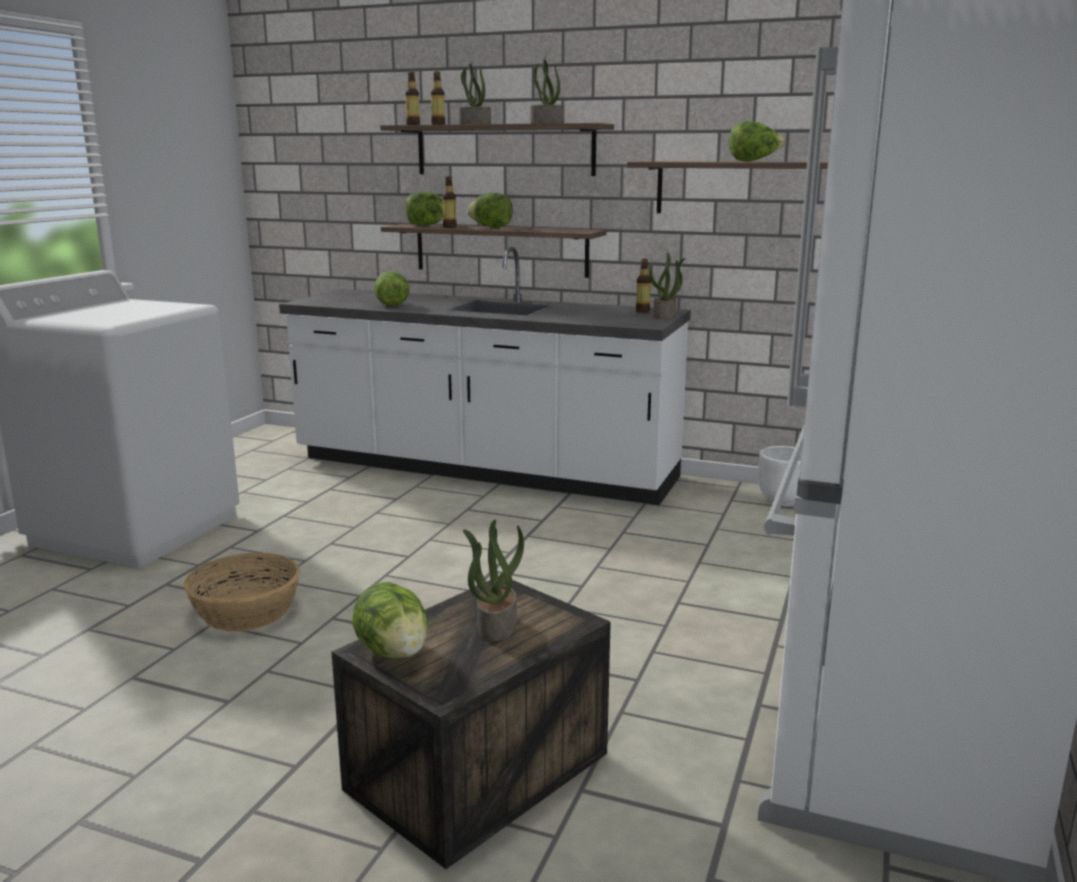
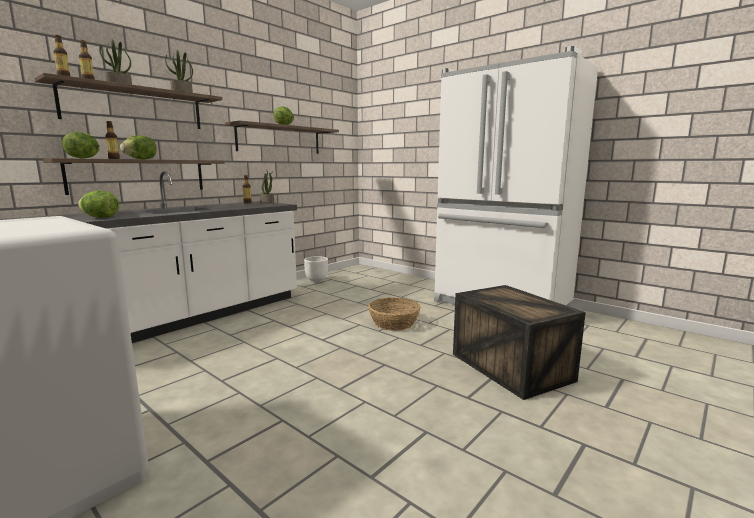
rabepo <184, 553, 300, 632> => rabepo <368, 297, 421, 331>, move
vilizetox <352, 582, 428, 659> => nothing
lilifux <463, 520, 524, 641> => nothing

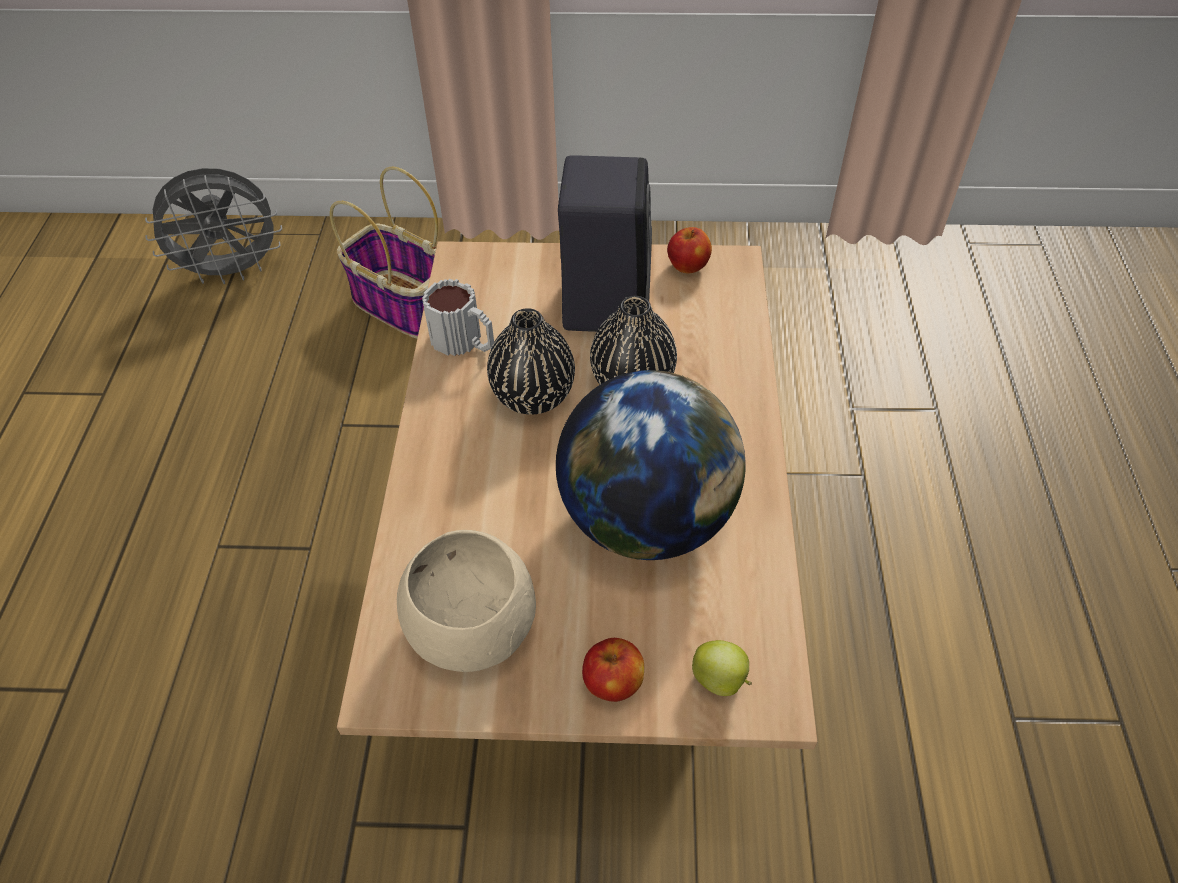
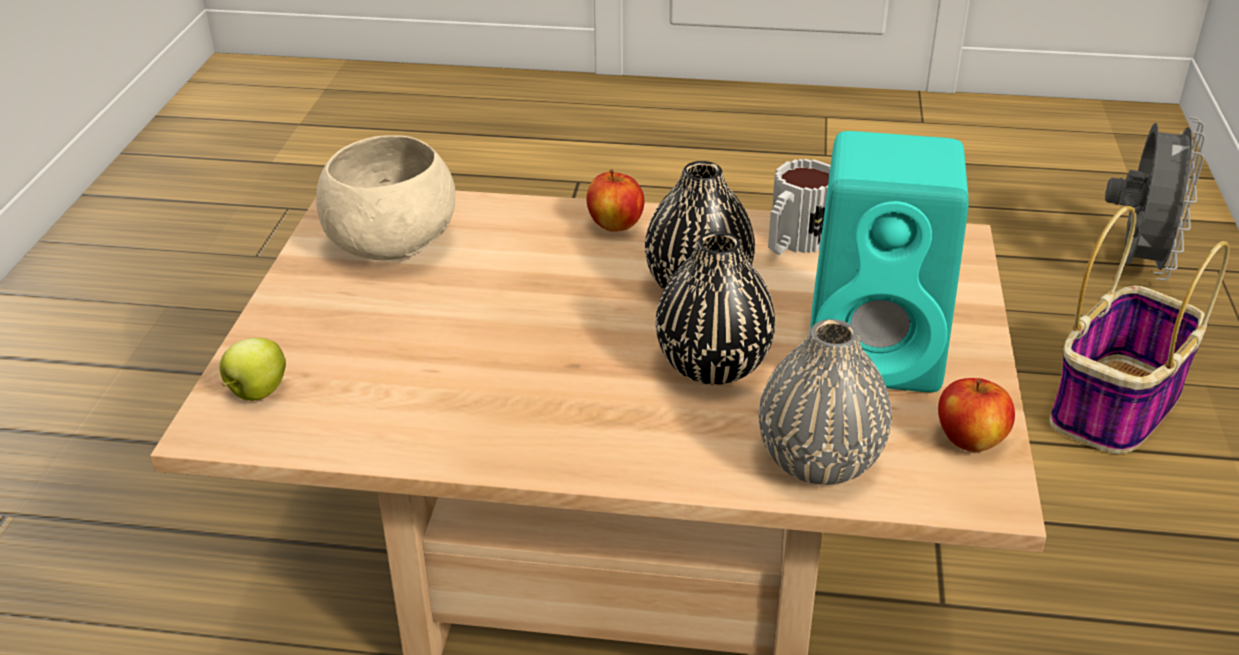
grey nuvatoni <145, 168, 282, 285> => grey nuvatoni <1105, 117, 1205, 281>, 150 degrees counterclockwise
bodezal <556, 370, 746, 560> => nothing
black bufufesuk <558, 155, 652, 332> => turquoise bufufesuk <810, 131, 969, 392>
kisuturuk <582, 638, 644, 702> => kisuturuk <586, 169, 644, 232>, move
nothing => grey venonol <759, 319, 892, 485>

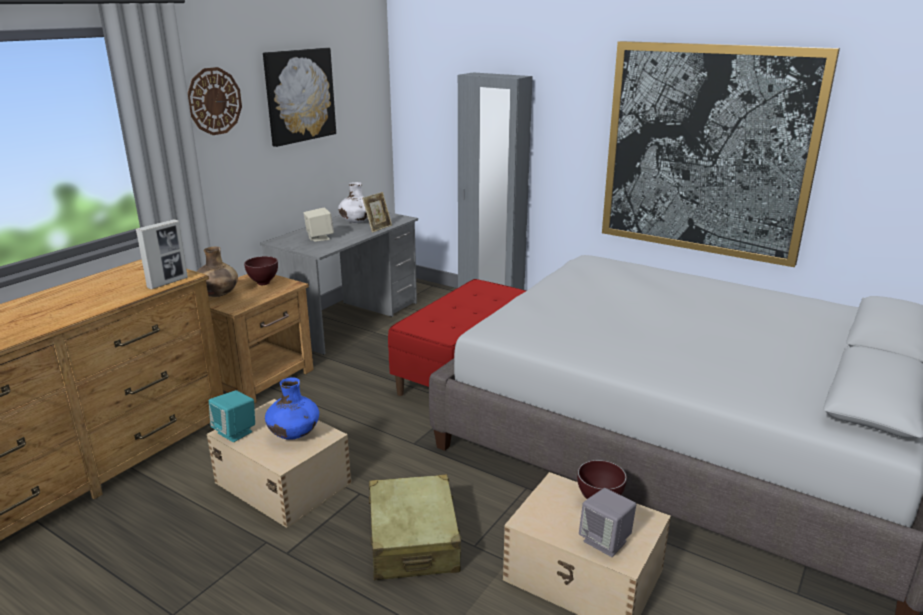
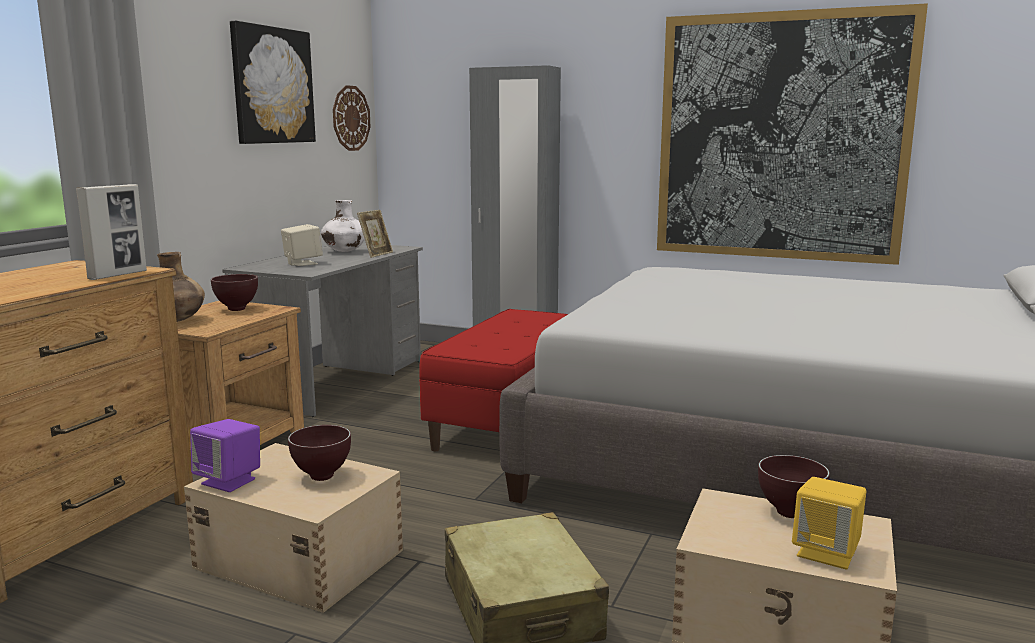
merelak <188, 67, 242, 135> => merelak <333, 85, 371, 151>, move
turquoise bufufesuk <209, 390, 255, 442> => purple bufufesuk <190, 419, 260, 492>
blue venonol <265, 378, 319, 440> => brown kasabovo <288, 425, 351, 481>
grey bufufesuk <579, 488, 636, 557> => yellow bufufesuk <792, 477, 866, 570>

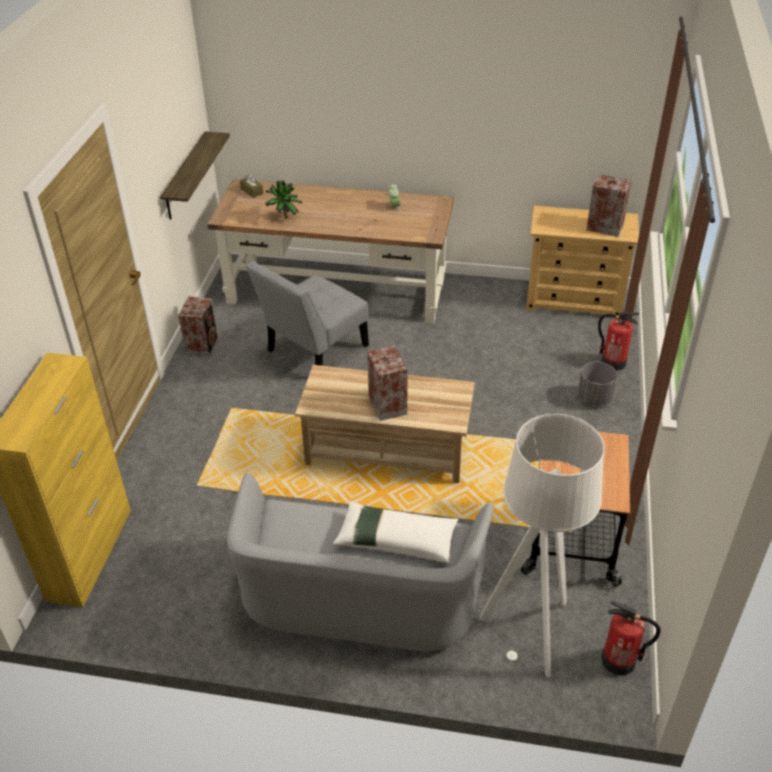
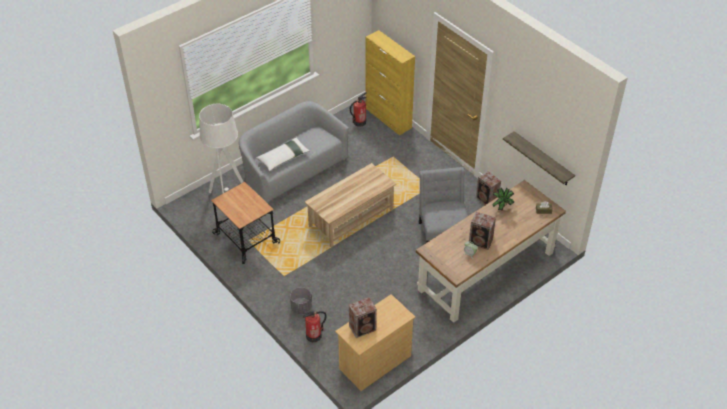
bufufesuk <367, 346, 408, 421> => bufufesuk <469, 212, 496, 250>, move
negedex <601, 600, 660, 675> => negedex <350, 92, 366, 127>, move

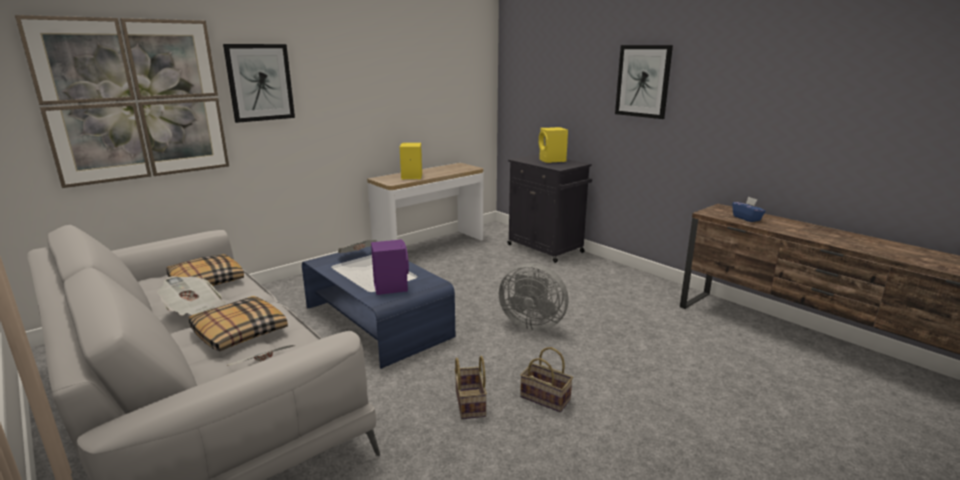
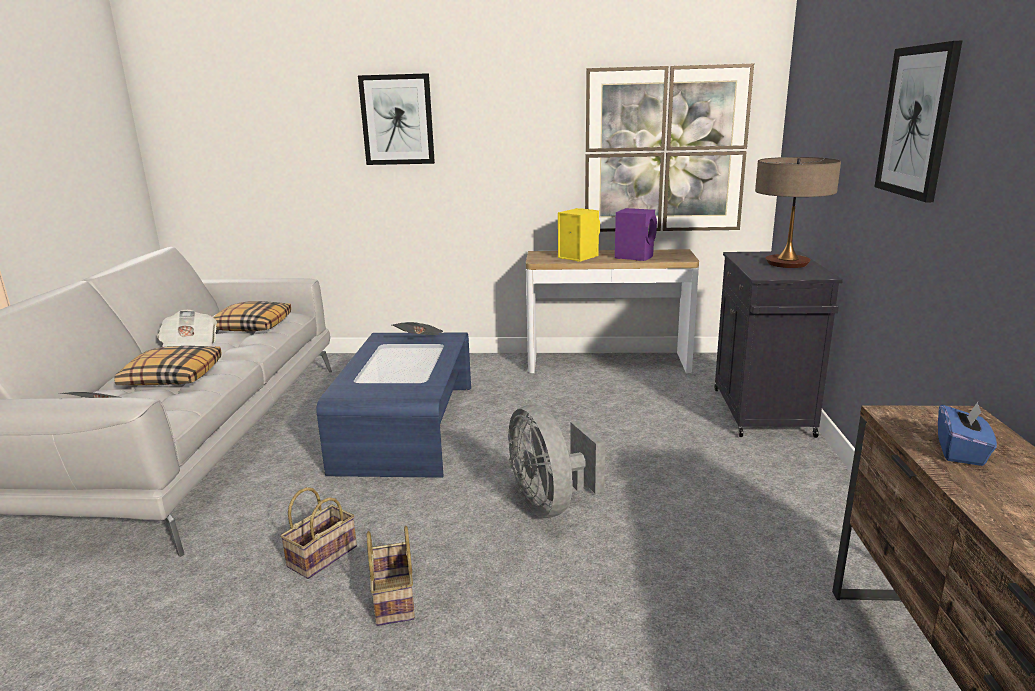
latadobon <15, 15, 229, 188> => latadobon <585, 64, 754, 232>, move
purple bufufesuk <371, 239, 409, 295> => purple bufufesuk <615, 208, 657, 261>, move
yellow bufufesuk <539, 127, 568, 163> => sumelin <755, 157, 841, 268>

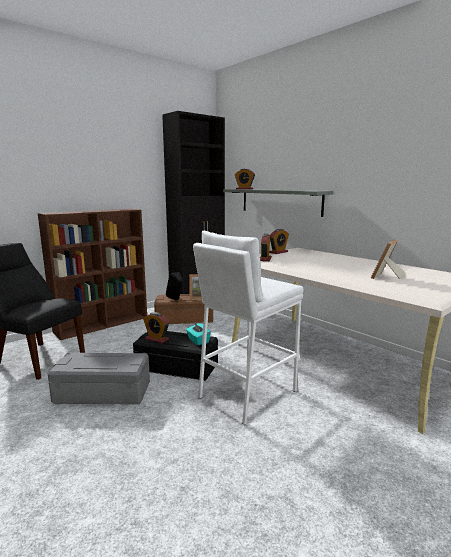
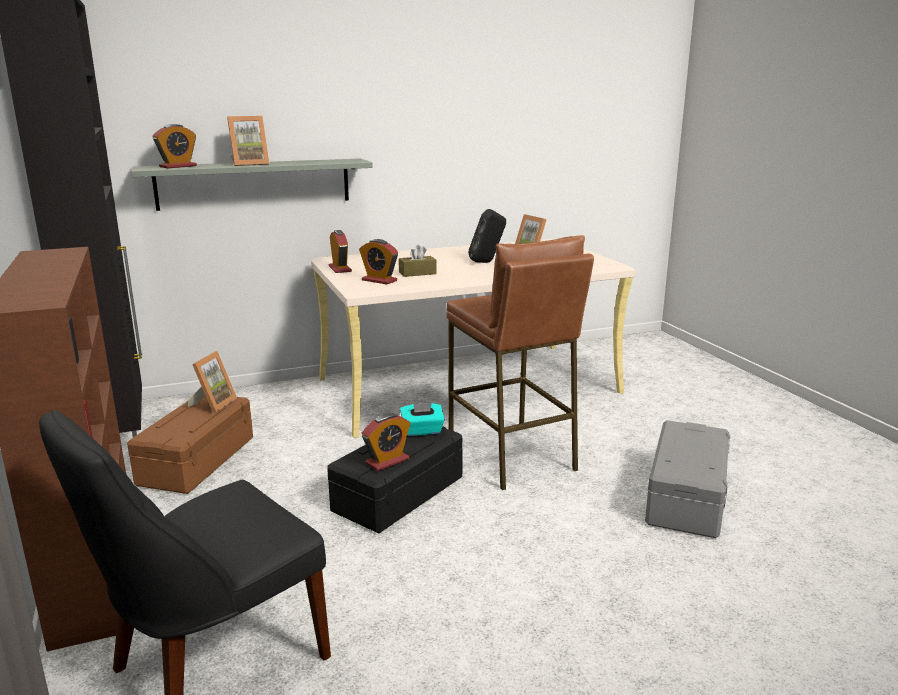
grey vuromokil <48, 353, 150, 405> => grey vuromokil <645, 420, 730, 538>, move
black bufufesuk <166, 272, 183, 301> => black bufufesuk <468, 209, 506, 263>, move
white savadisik <193, 231, 303, 425> => brown savadisik <446, 235, 594, 490>
nothing => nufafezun <227, 116, 270, 166>
nothing => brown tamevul <399, 245, 436, 277>

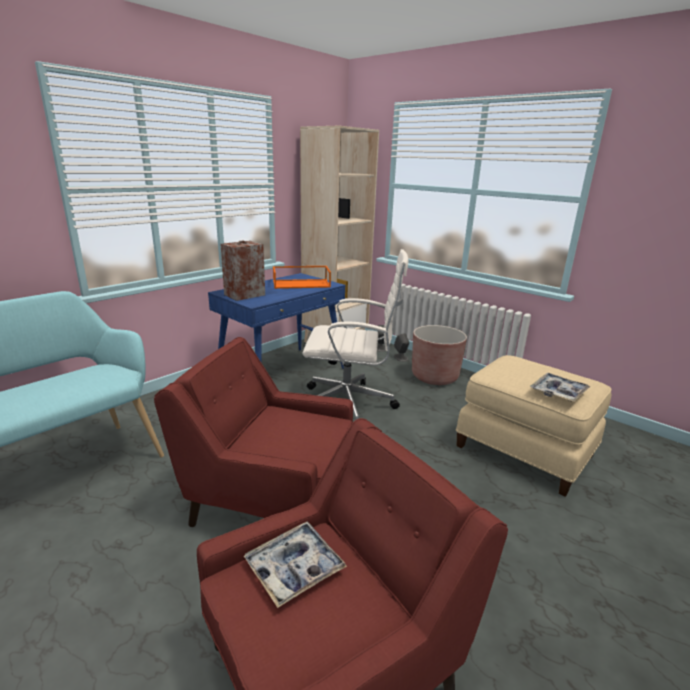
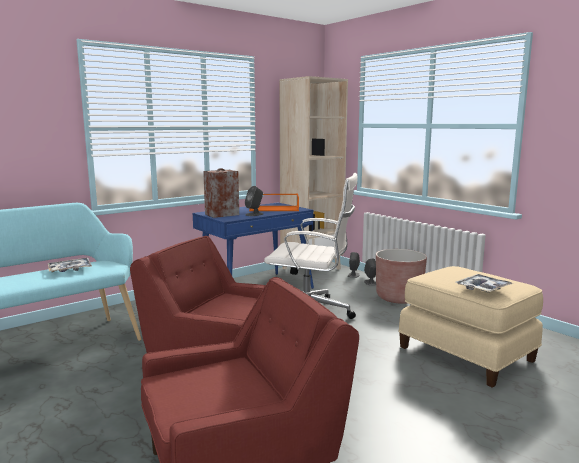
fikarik <244, 522, 347, 608> => fikarik <48, 258, 92, 272>, move
nothing => grey bufufesuk <245, 186, 263, 216>

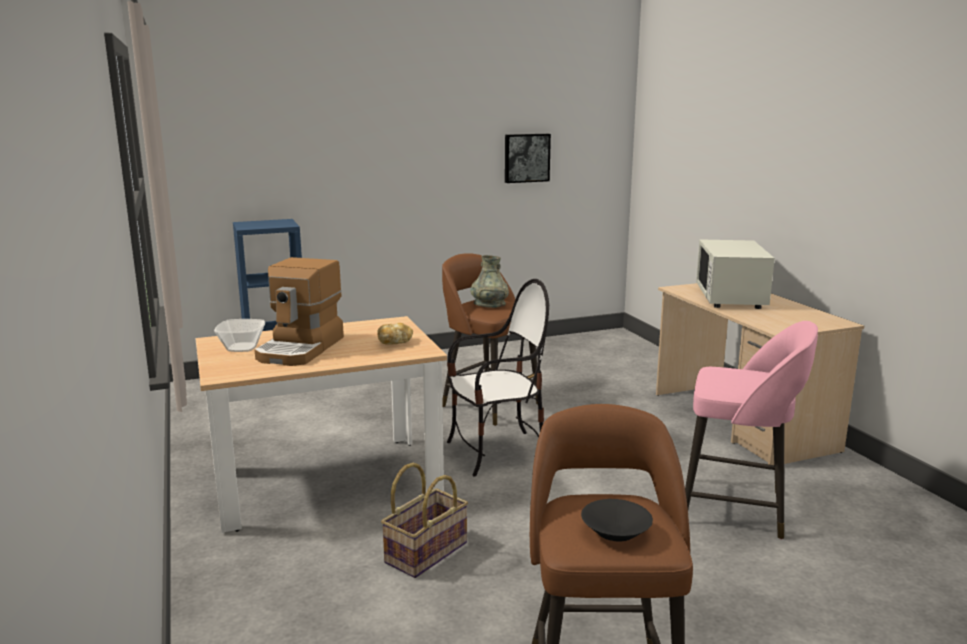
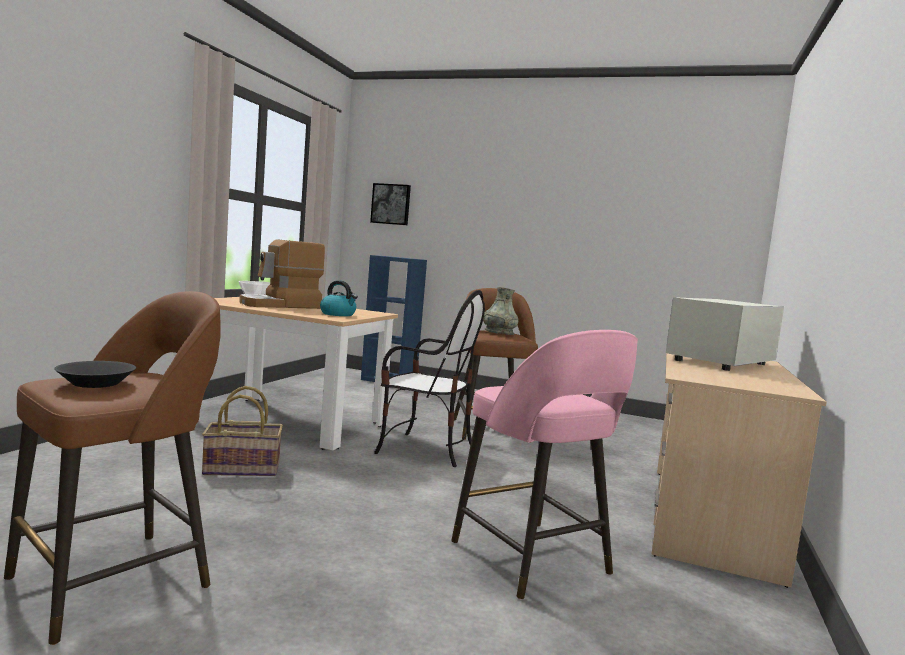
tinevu <377, 323, 413, 345> => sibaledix <320, 280, 358, 316>
latadobon <505, 134, 551, 183> => latadobon <370, 183, 411, 225>, move

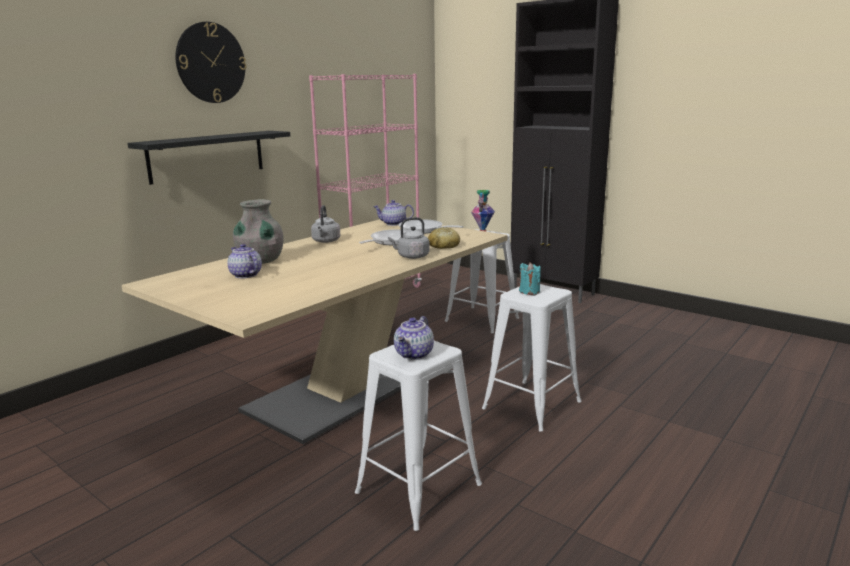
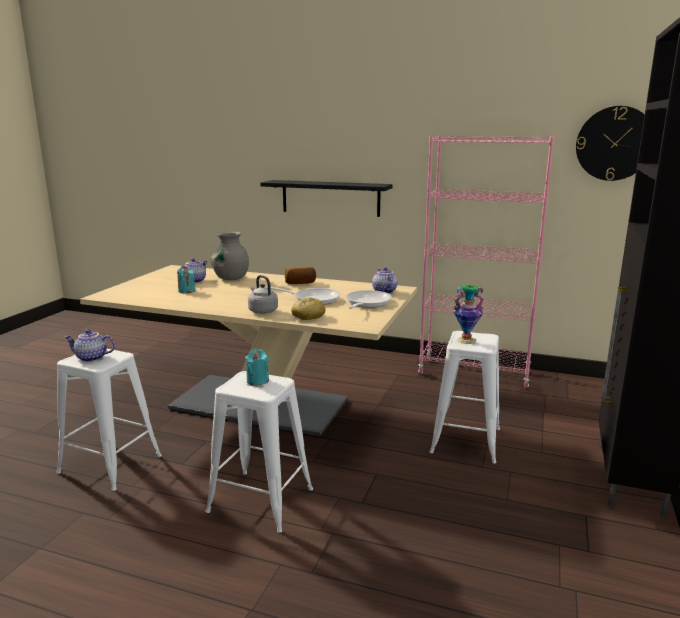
merelak <176, 22, 246, 103> => merelak <576, 106, 645, 181>, move
grey sibaledix <311, 205, 341, 243> => tinevu <285, 267, 316, 284>
nothing => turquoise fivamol <177, 268, 195, 293>

